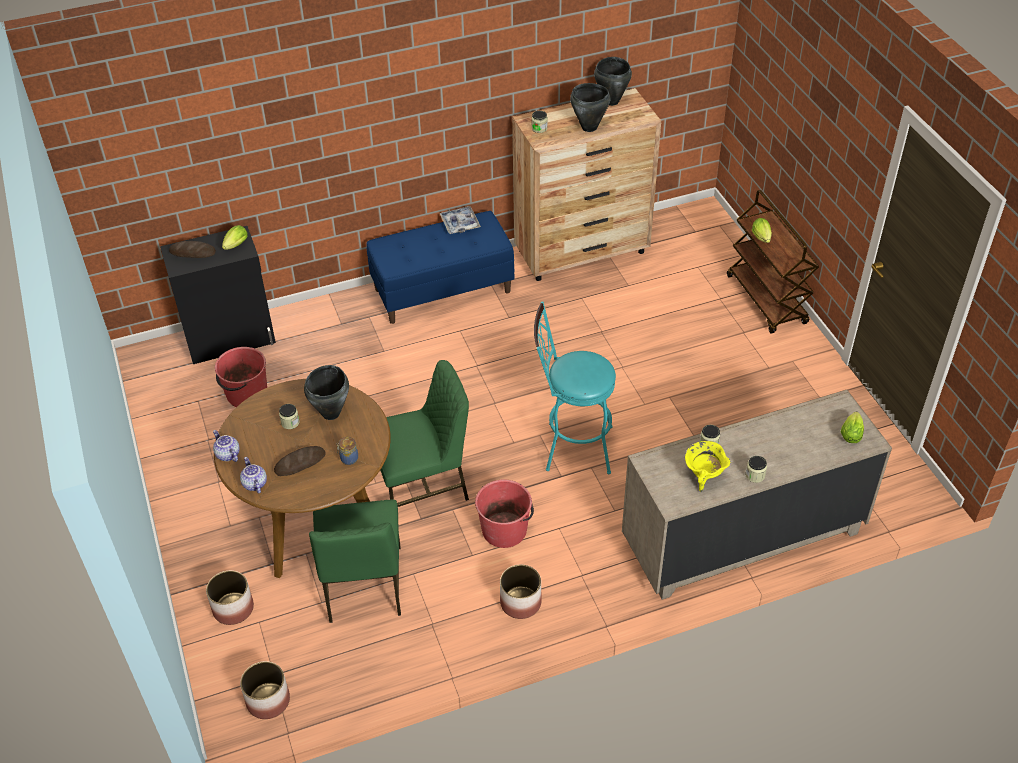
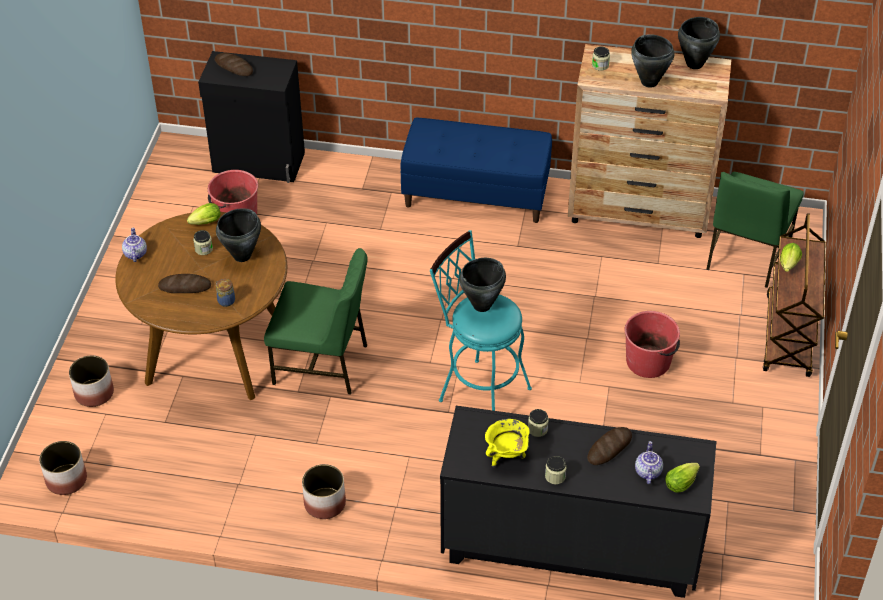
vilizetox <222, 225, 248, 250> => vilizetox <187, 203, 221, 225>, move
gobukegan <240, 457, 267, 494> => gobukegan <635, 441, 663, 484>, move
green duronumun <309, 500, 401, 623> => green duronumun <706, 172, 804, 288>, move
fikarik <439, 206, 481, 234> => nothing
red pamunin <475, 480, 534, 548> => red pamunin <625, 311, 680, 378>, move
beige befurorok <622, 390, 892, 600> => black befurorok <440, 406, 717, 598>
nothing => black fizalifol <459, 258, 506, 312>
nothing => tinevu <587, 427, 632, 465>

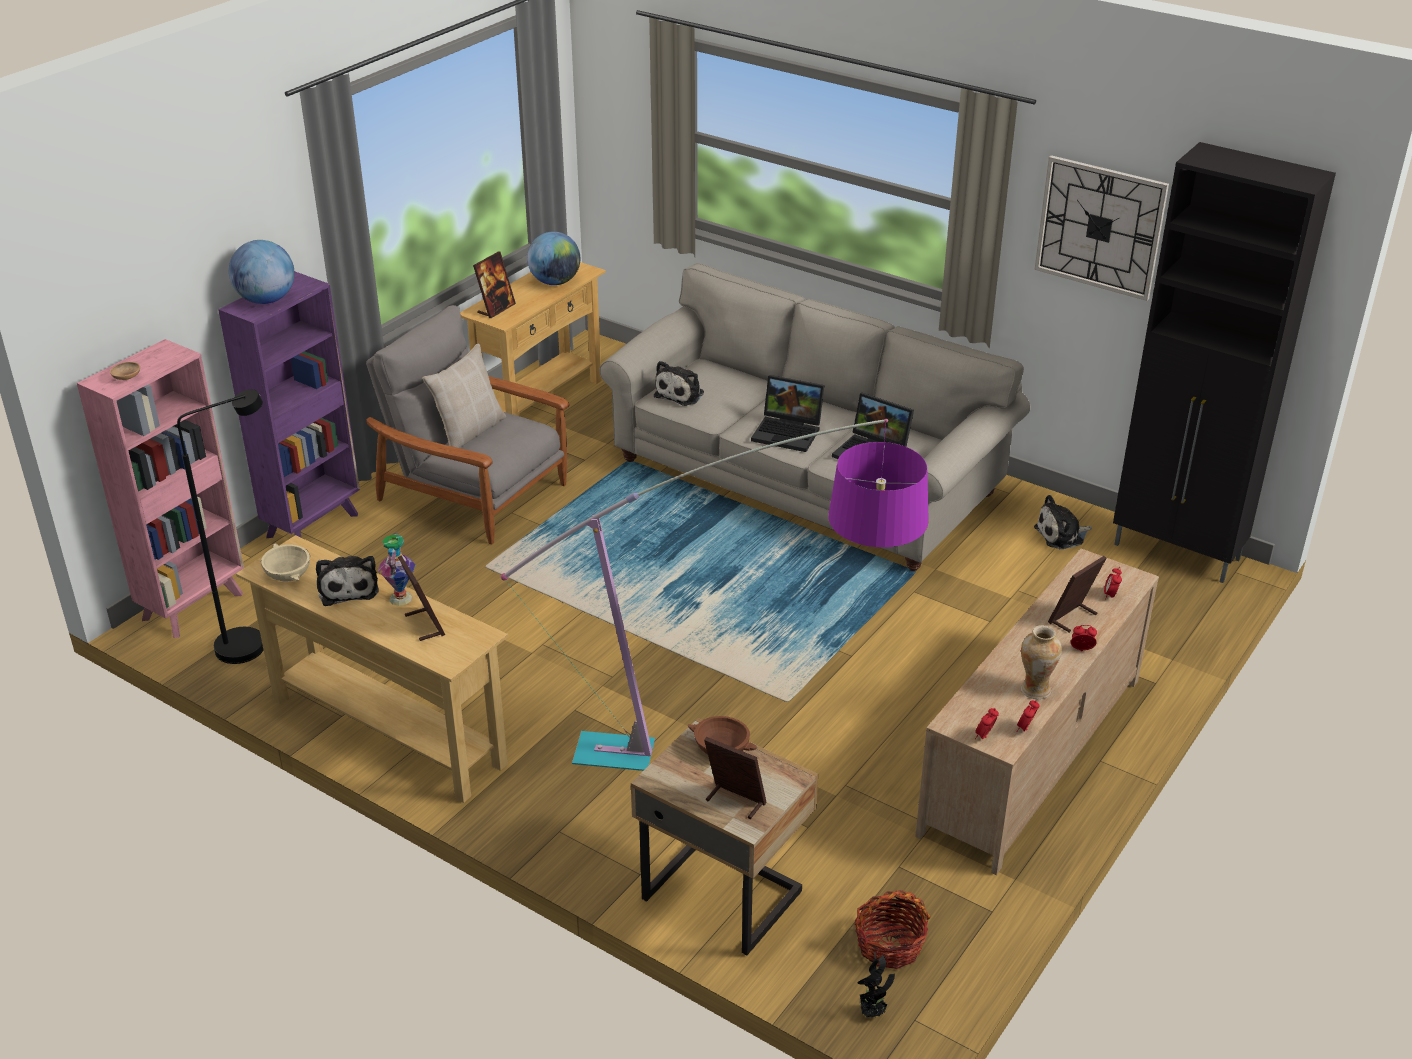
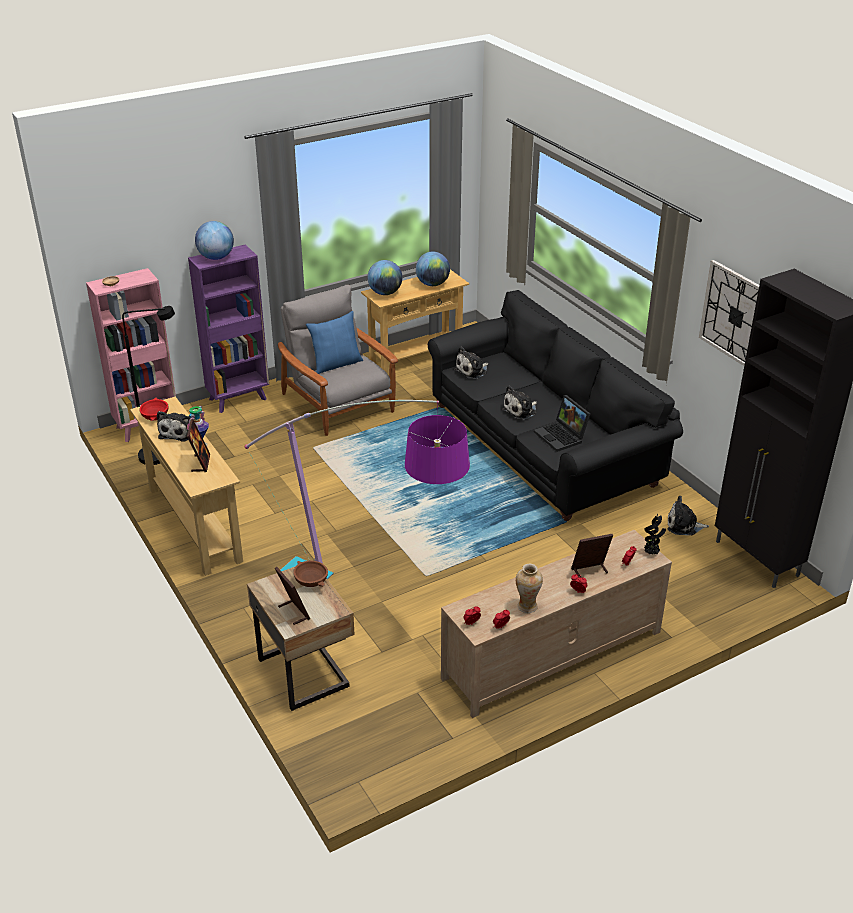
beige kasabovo <261, 543, 310, 582> => red kasabovo <140, 397, 169, 421>
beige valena <422, 344, 506, 448> => blue valena <306, 311, 363, 374>
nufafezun <473, 251, 516, 318> => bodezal <367, 260, 402, 295>
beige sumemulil <599, 263, 1031, 571> => black sumemulil <428, 290, 683, 521>
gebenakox <751, 375, 824, 452> => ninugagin <501, 385, 537, 420>
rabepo <854, 890, 930, 969> => nothing
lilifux <858, 952, 895, 1018> => lilifux <644, 513, 666, 554>, move

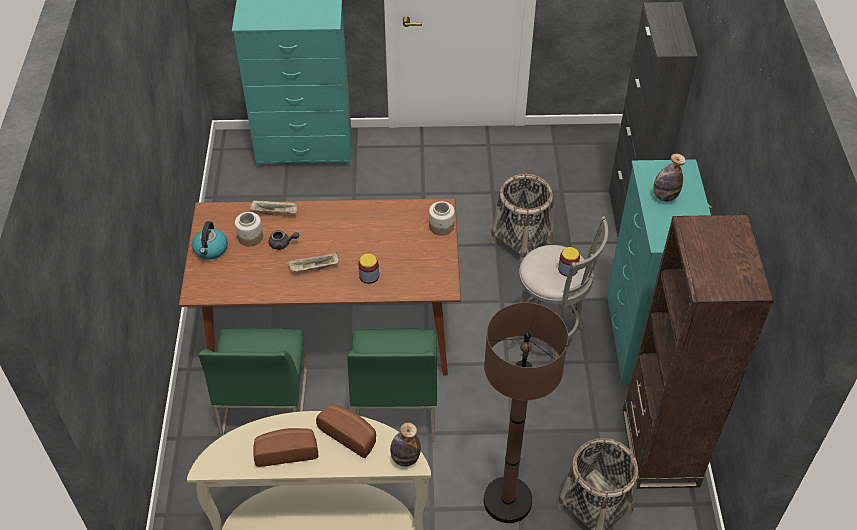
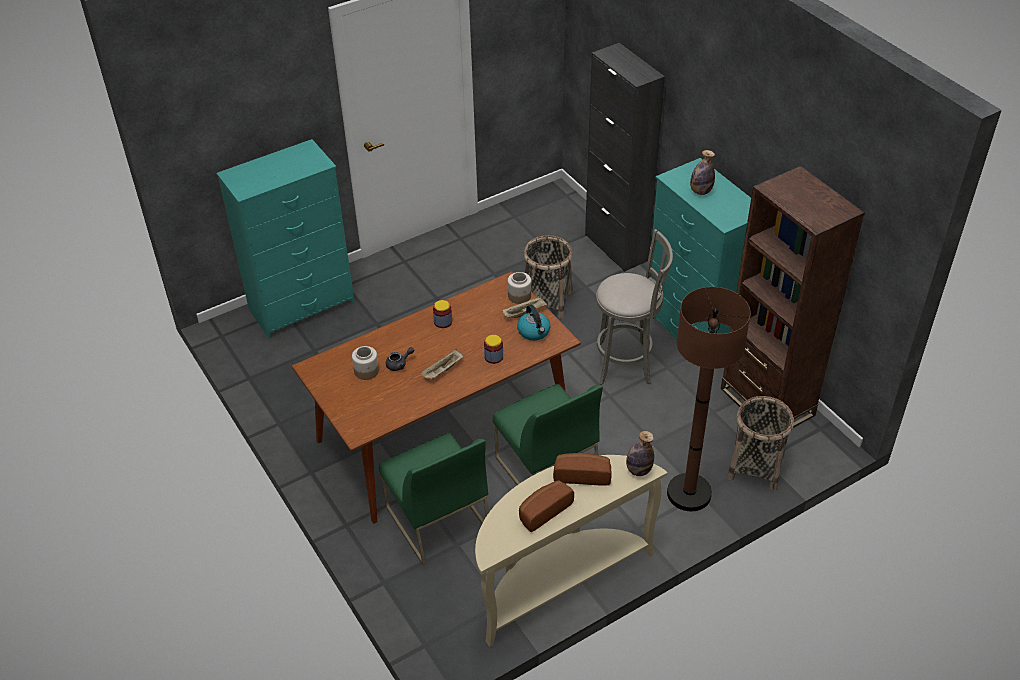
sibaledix <192, 221, 228, 260> => sibaledix <517, 305, 550, 341>, move
beige fikarik <250, 200, 297, 215> => beige fikarik <502, 296, 547, 318>, move
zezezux <558, 247, 580, 277> => zezezux <433, 300, 452, 328>, move

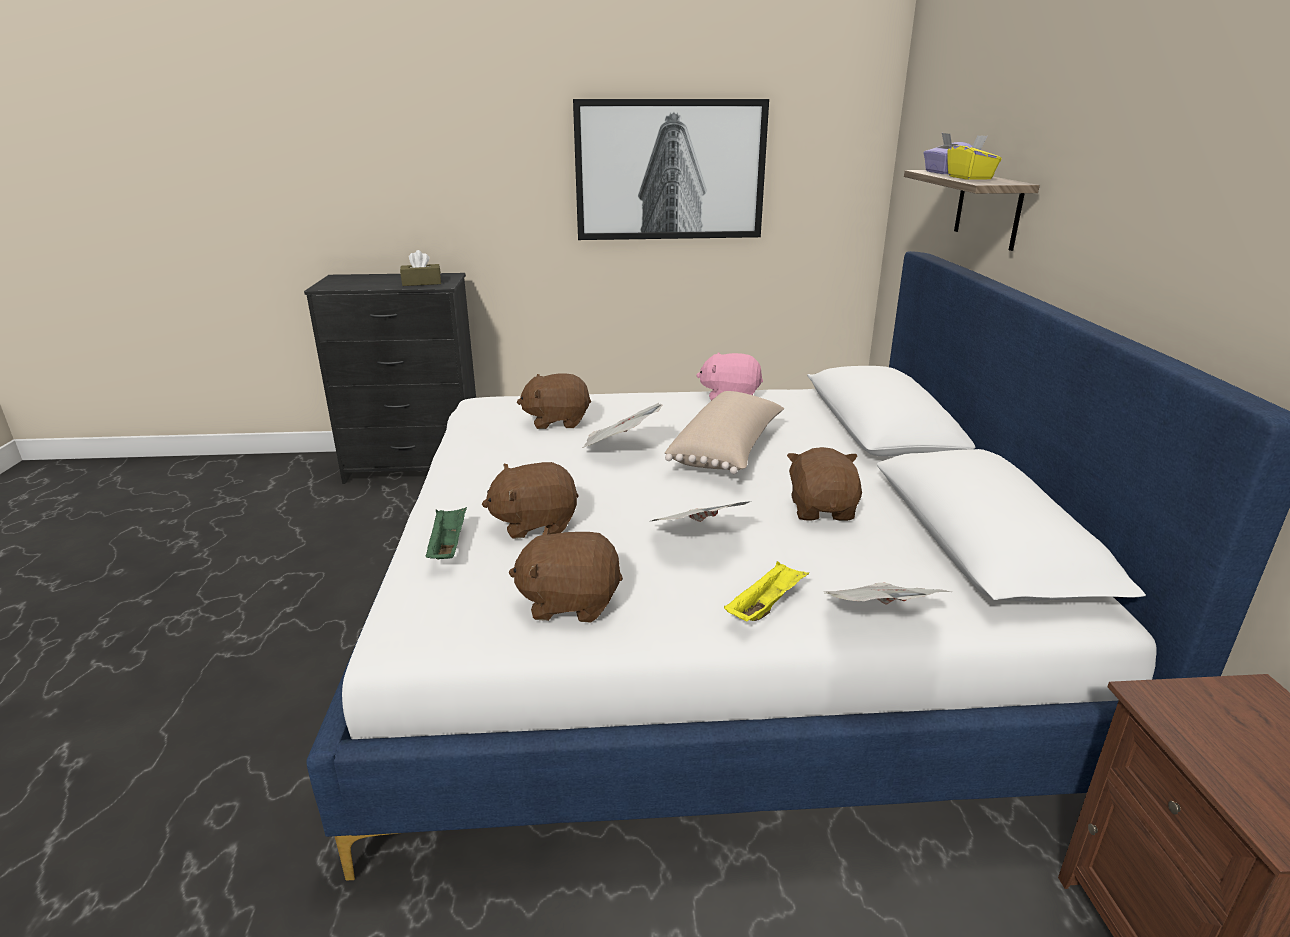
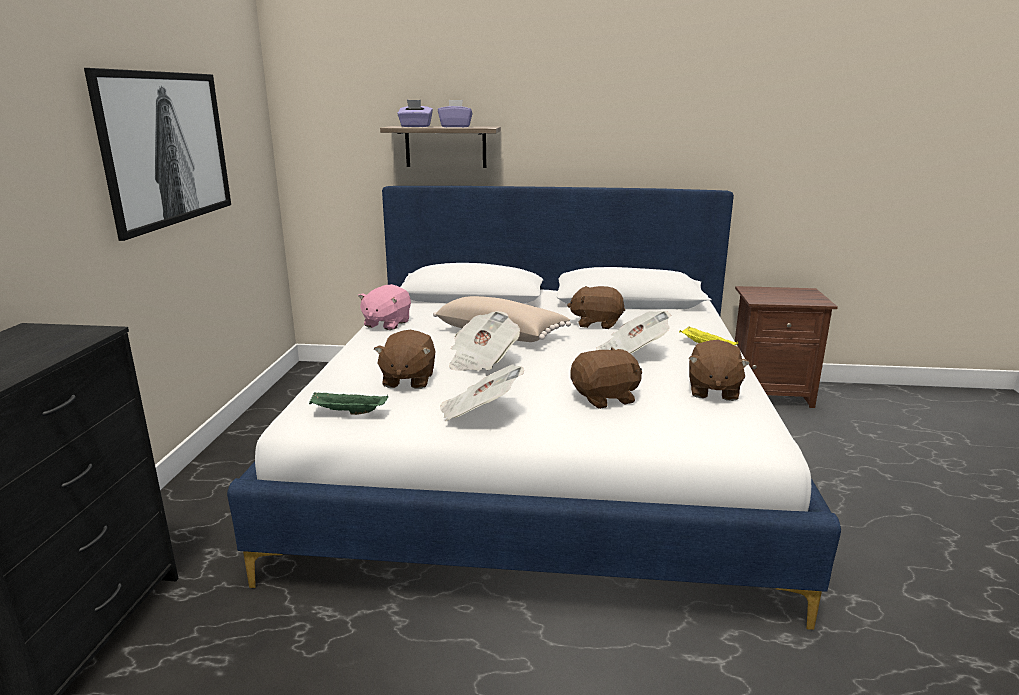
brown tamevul <400, 250, 441, 286> => nothing
green fikarik <426, 507, 467, 560> => green fikarik <309, 392, 388, 415>, move
brown ninugagin <482, 462, 578, 539> => brown ninugagin <570, 347, 642, 409>, 105 degrees counterclockwise
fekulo <823, 583, 951, 604> => fekulo <440, 365, 524, 421>, move
yellow tamevul <948, 135, 1001, 180> => purple tamevul <438, 100, 473, 127>

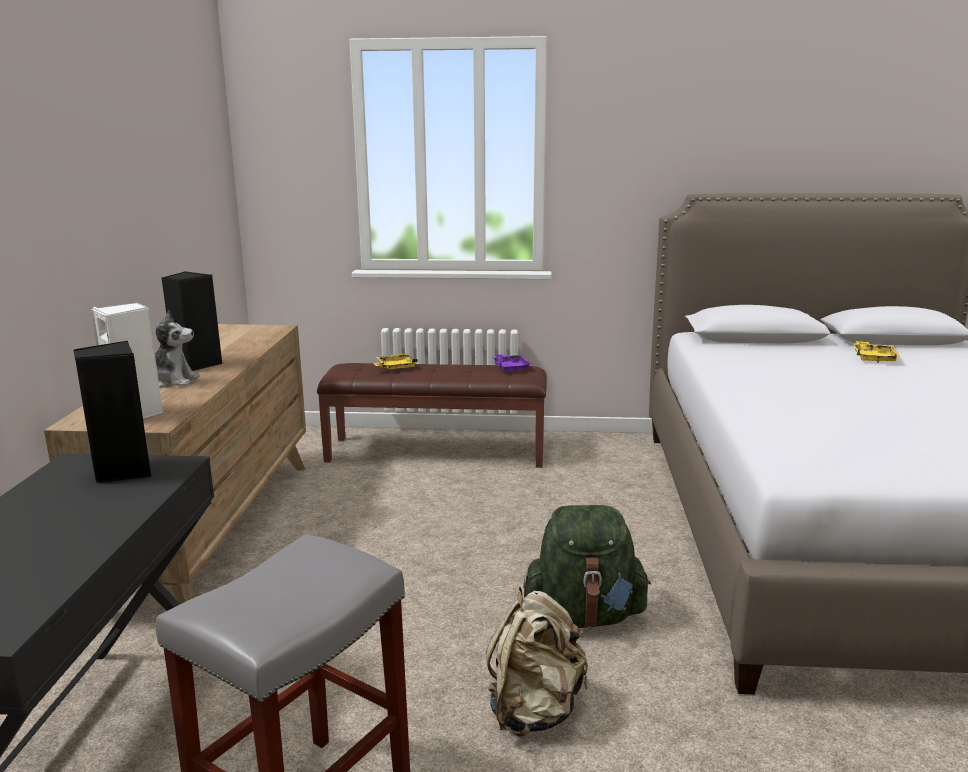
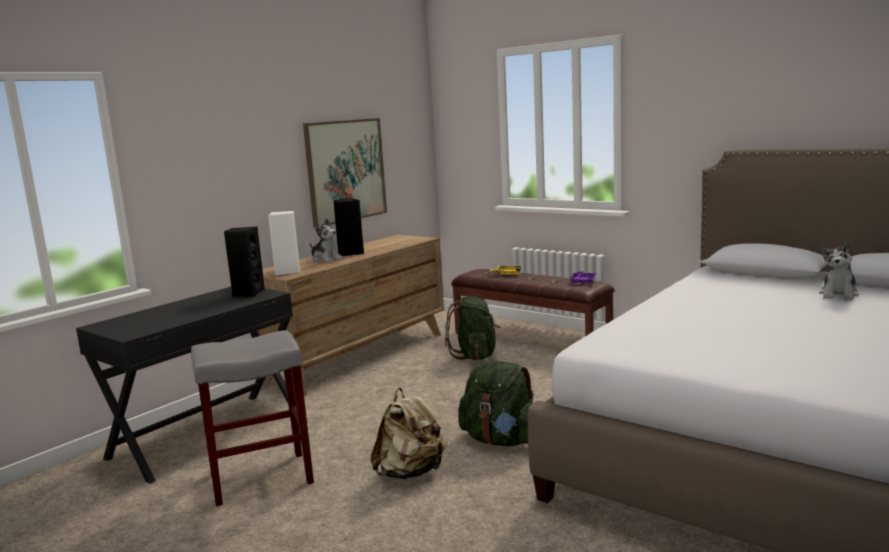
yellow fikarik <853, 341, 900, 363> => ninugagin <819, 241, 859, 300>
nothing => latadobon <303, 118, 387, 228>
nothing => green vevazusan <445, 296, 501, 360>

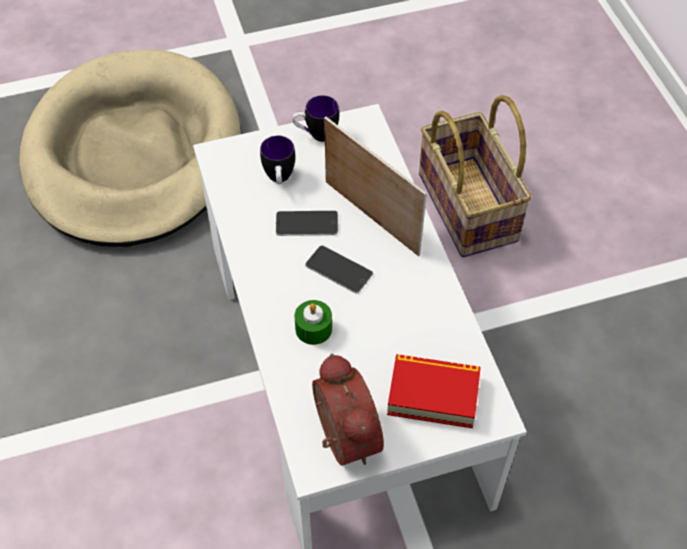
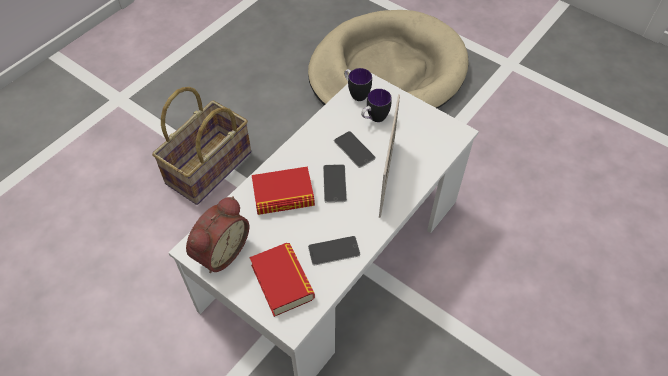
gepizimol <292, 95, 339, 142> => gepizimol <344, 68, 372, 101>, move
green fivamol <294, 300, 332, 345> => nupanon <252, 166, 315, 215>
rabepo <419, 95, 532, 257> => rabepo <152, 87, 251, 205>, move
nothing => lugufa <308, 236, 360, 265>

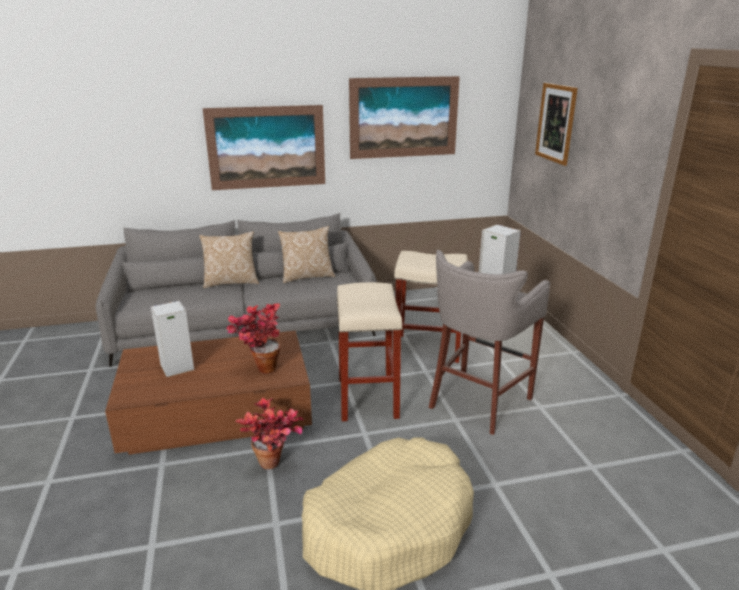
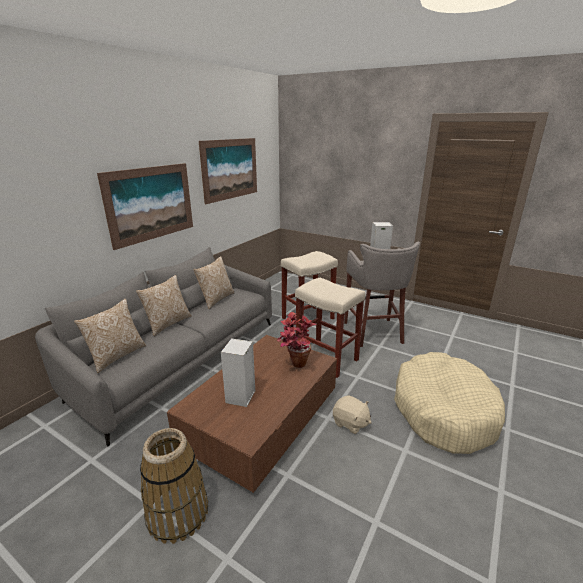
lilifux <236, 398, 303, 469> => beige ninugagin <333, 395, 371, 434>
latadobon <535, 83, 578, 166> => nothing
nothing => valena <74, 299, 146, 373>
nothing => rabepo <140, 428, 208, 544>

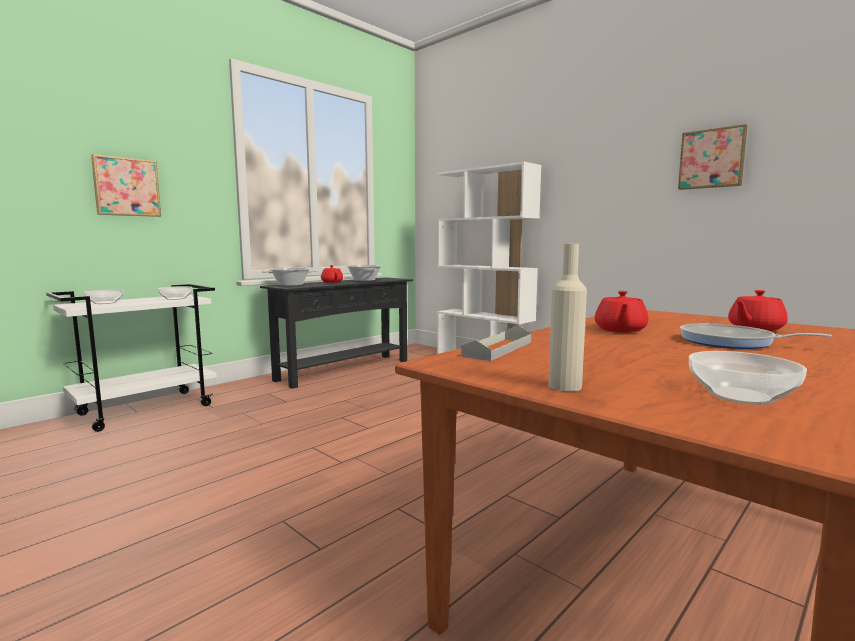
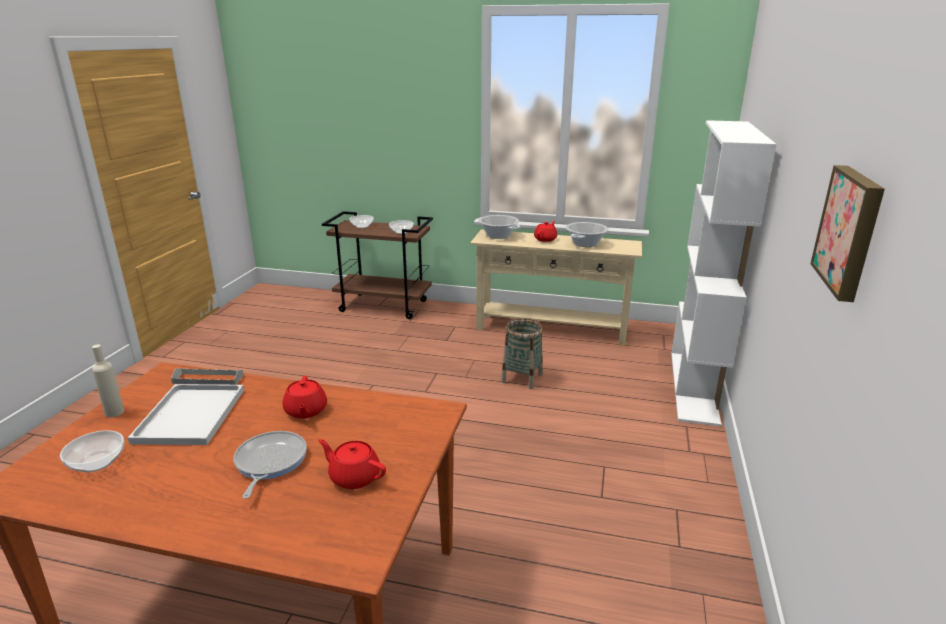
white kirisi <46, 284, 217, 432> => brown kirisi <322, 211, 433, 319>
latadobon <91, 154, 161, 217> => nothing
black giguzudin <260, 277, 413, 389> => beige giguzudin <470, 229, 642, 346>
red gobukegan <595, 291, 648, 333> => red gobukegan <283, 376, 327, 419>, 90 degrees counterclockwise
nothing => white fikarik <128, 384, 244, 445>
nothing => rabepo <501, 318, 543, 389>

